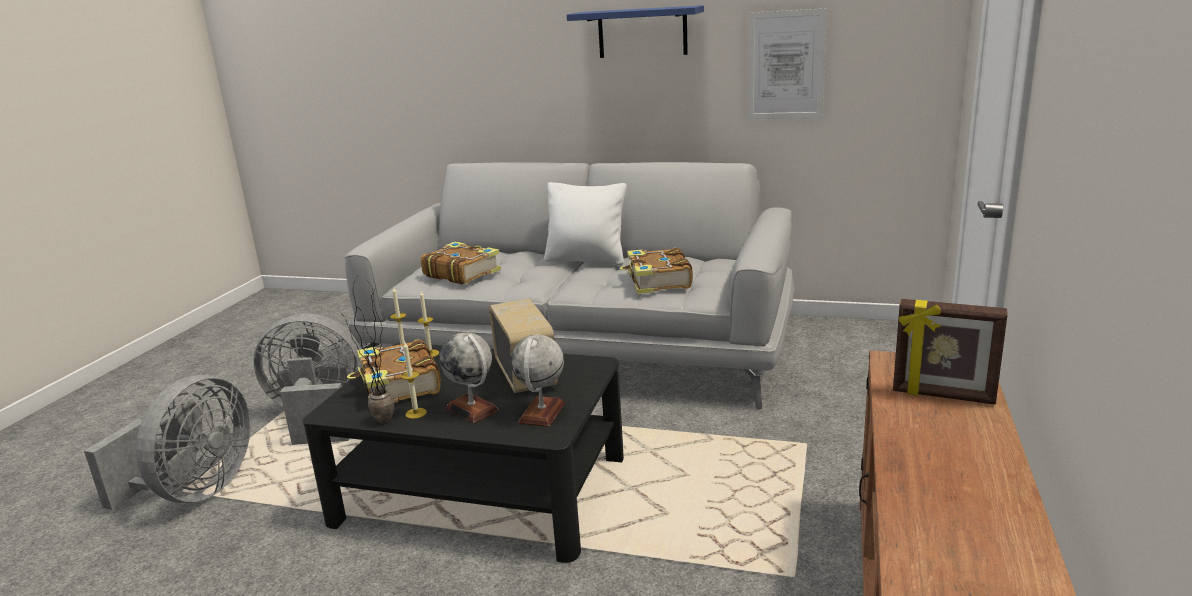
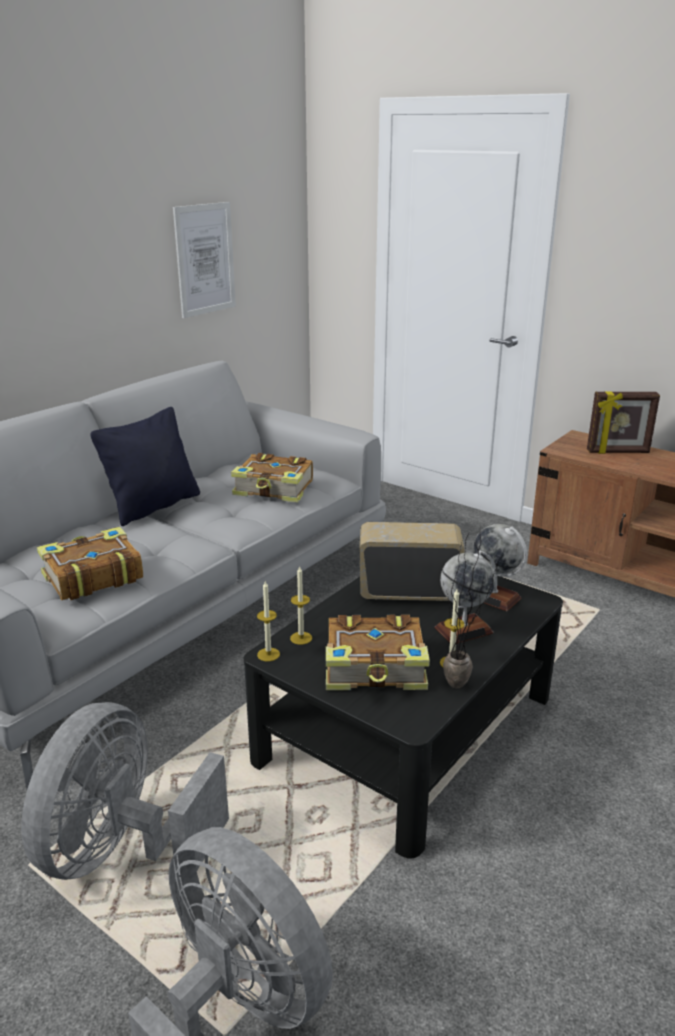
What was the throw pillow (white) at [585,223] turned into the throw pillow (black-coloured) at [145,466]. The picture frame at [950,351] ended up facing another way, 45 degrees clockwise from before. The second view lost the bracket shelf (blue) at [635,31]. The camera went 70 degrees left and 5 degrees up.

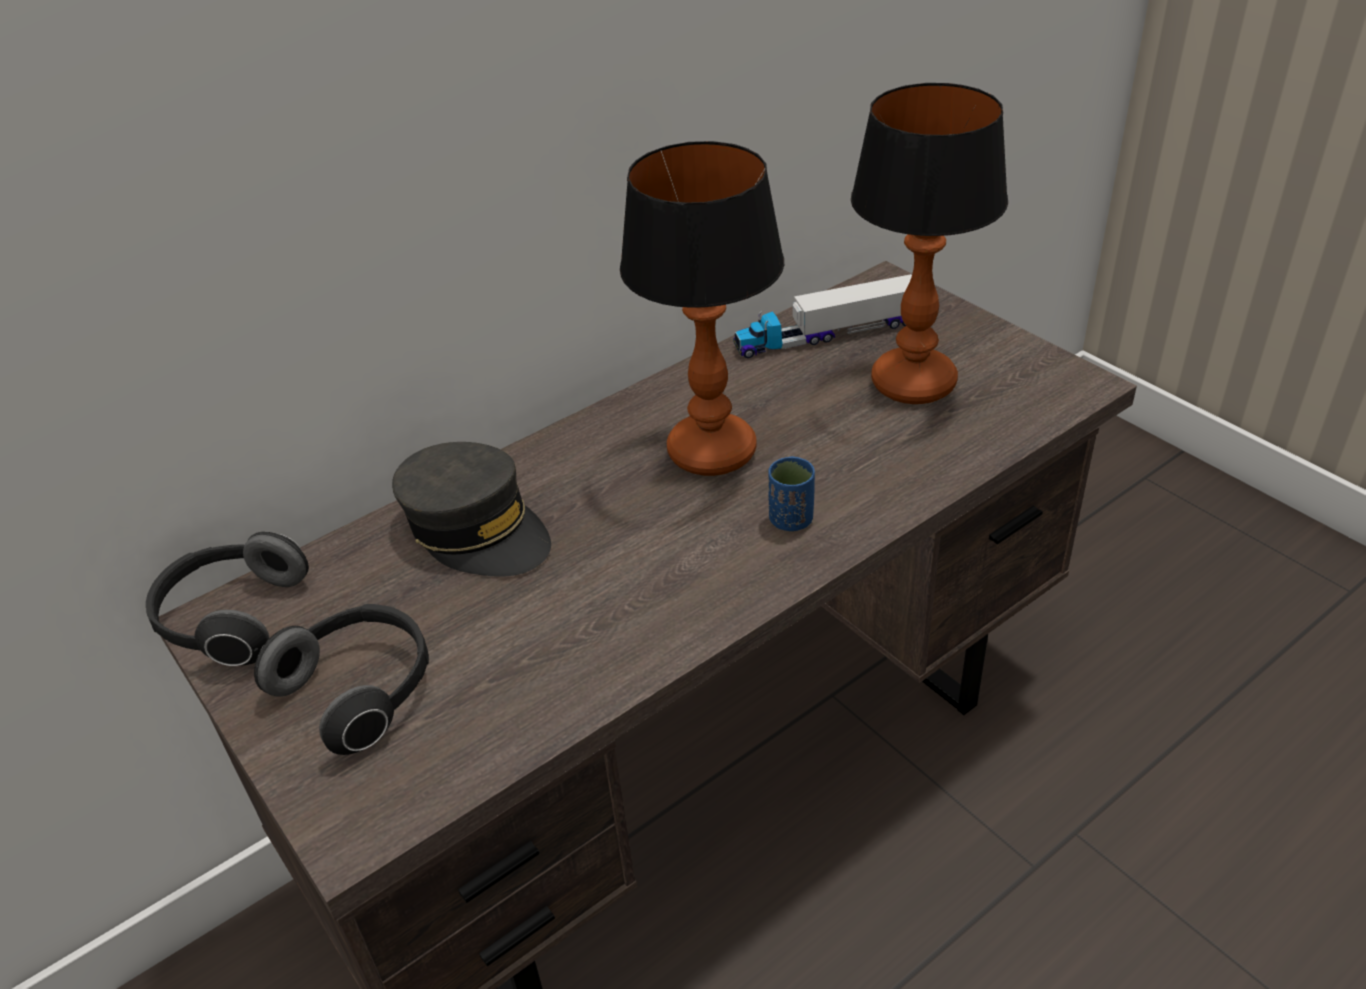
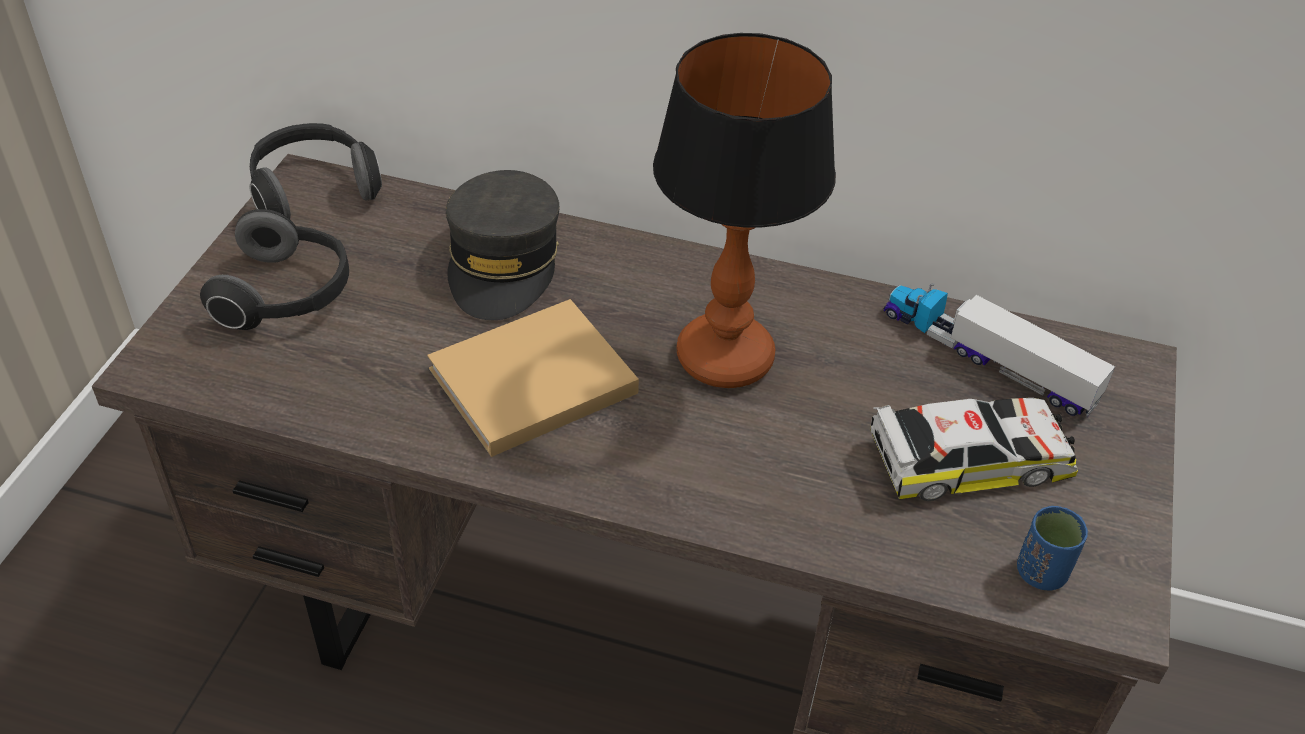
The second view gained the bound book (beige-coloured) at [533,378]. Where the lamp for a table stood at [929,243], the model car came to stand at [974,449]. The drinking cup (blue) ended up elsewhere, having gone from [791,493] to [1052,548]. The camera went 50 degrees right and 5 degrees up.

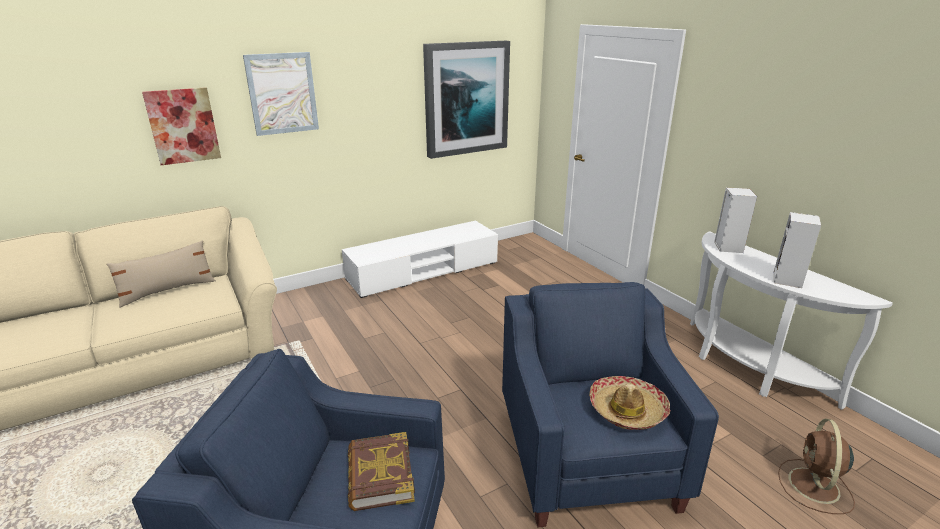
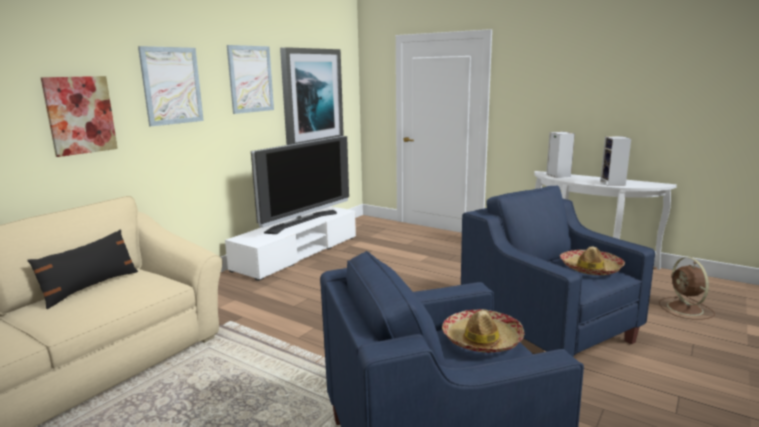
What was the throw pillow (beige-coloured) at [161,274] turned into the throw pillow (black-coloured) at [82,269]. The second view gained the wall picture at [250,79]. The second view gained the television at [300,185]. Where the bound book stood at [381,471], the wearable hat came to stand at [483,331]. The camera went 25 degrees left and 10 degrees down.

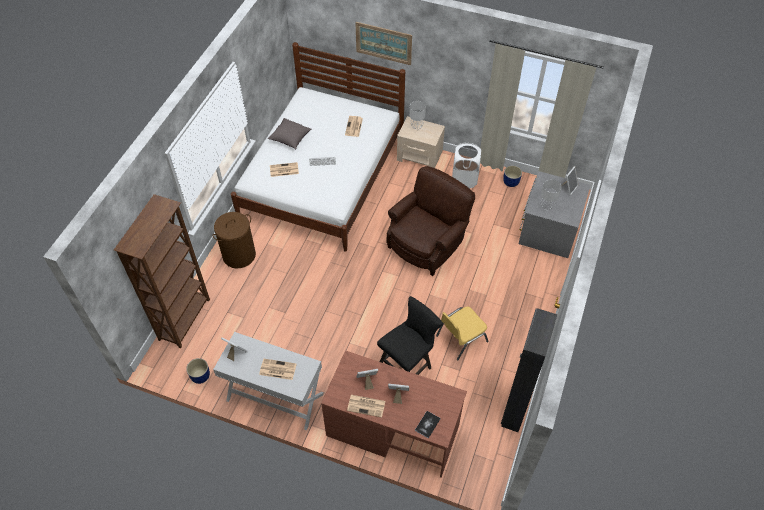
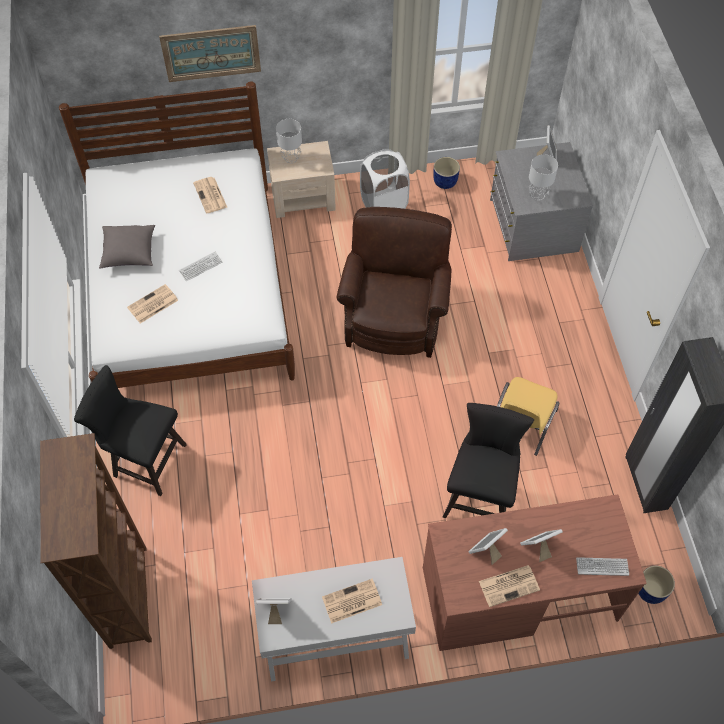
Where the hamper (brownish) stood at [234,240], the stool seat (black-coloured) came to stand at [130,430]. Where the bound book stood at [428,425], the PC keyboard came to stand at [602,566]. The flower pot (blue) ended up elsewhere, having gone from [198,371] to [656,585]. The camera went 30 degrees left and 5 degrees up.

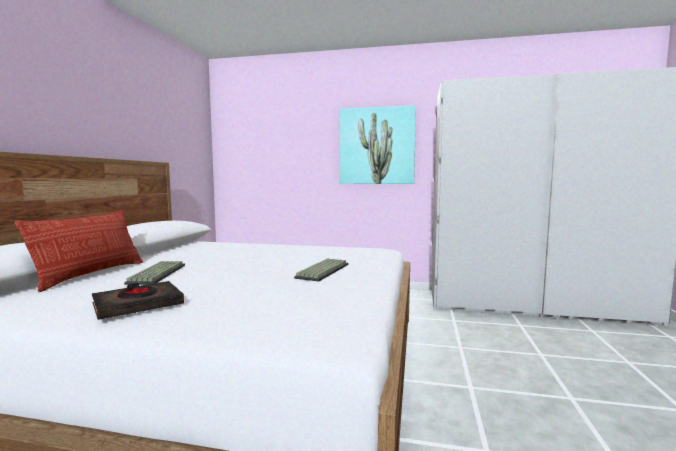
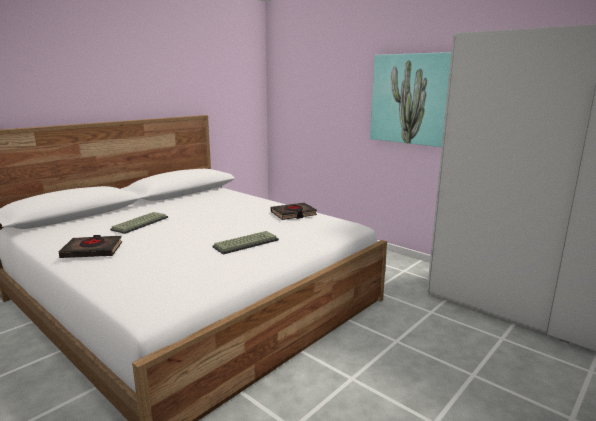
The second view gained the bound book (black-coloured) at [294,211]. The second view lost the throw pillow at [79,251]. The camera went 30 degrees right and 10 degrees up.

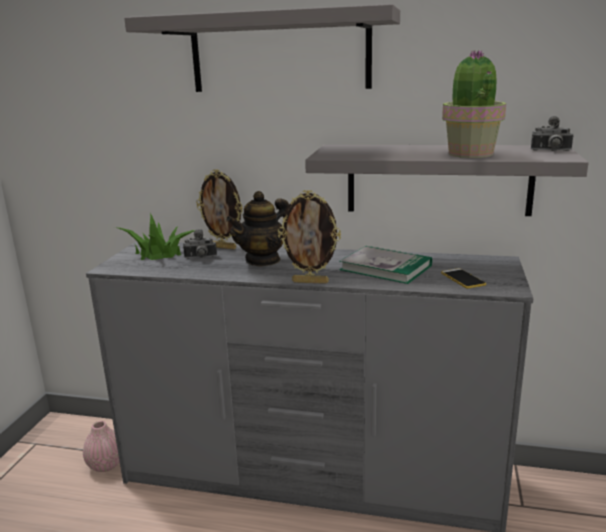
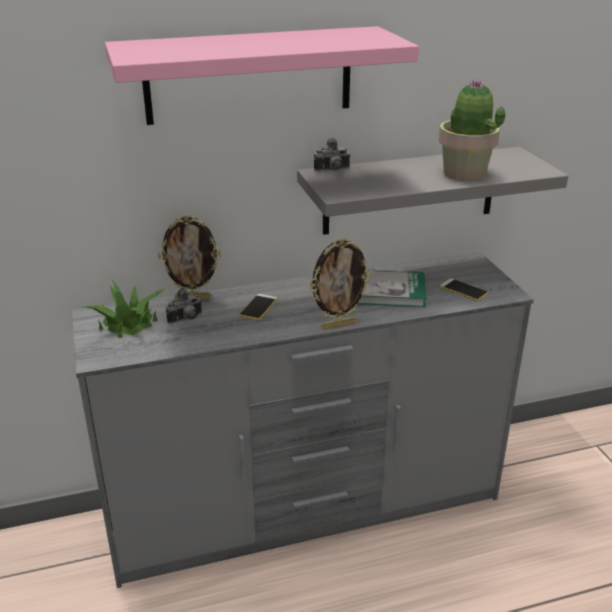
What was the bracket shelf (gray) at [262,48] turned into the bracket shelf (pink-coloured) at [262,75]. Where the tea pot stood at [257,229], the handset came to stand at [258,307]. The photo camera ended up elsewhere, having gone from [552,133] to [332,154]. The second view lost the flower vase (pink-coloured) at [101,446]. The camera went 30 degrees left and 10 degrees up.

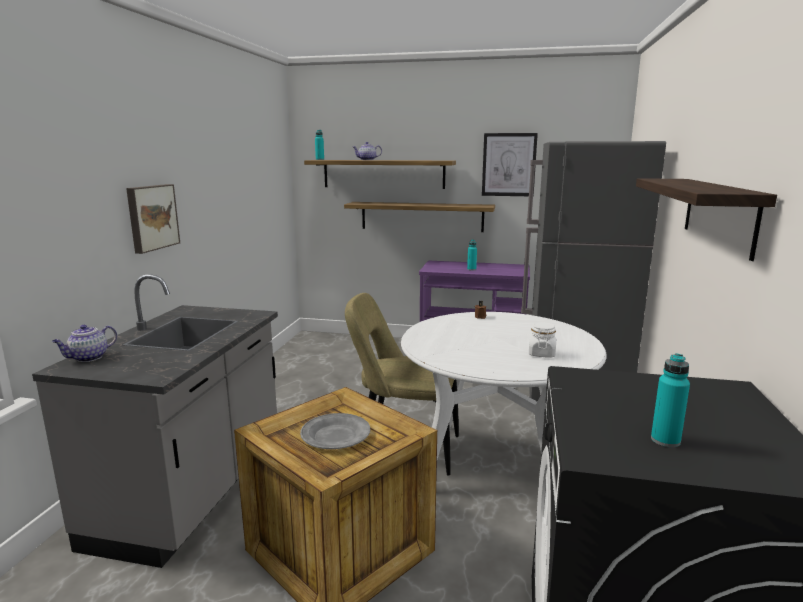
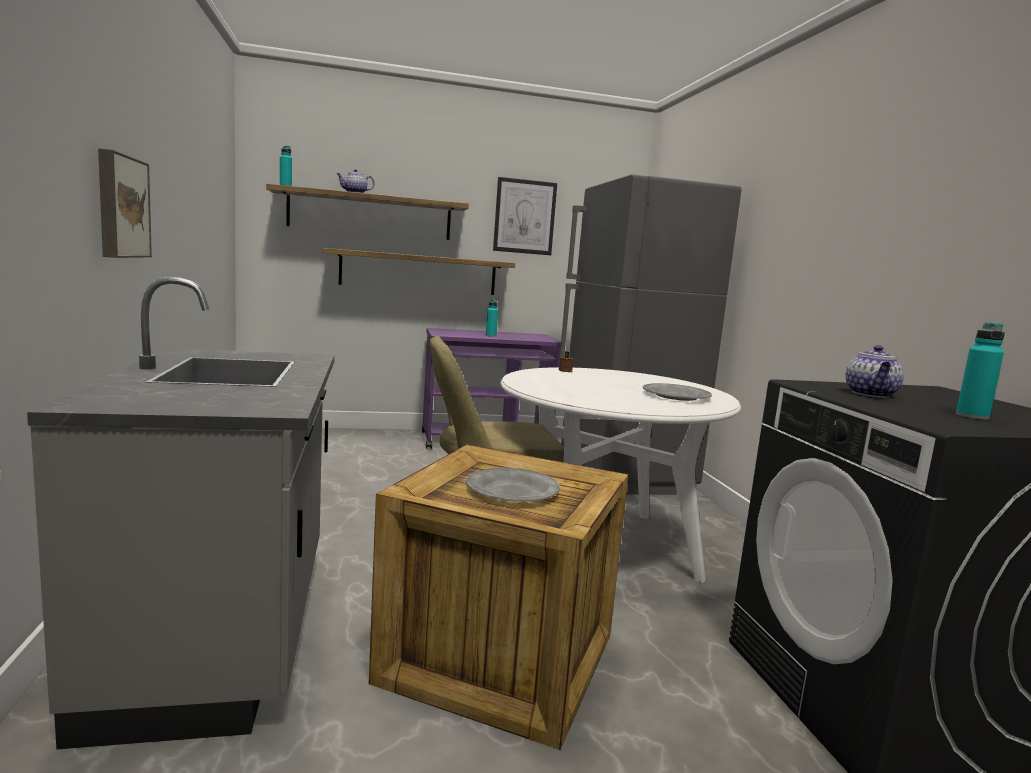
Where the jar (white) stood at [542,339], the flat dish (gray) came to stand at [677,392]. The tea pot ended up elsewhere, having gone from [84,343] to [874,371]. The second view lost the bracket shelf at [706,219]. The camera went 25 degrees left and 5 degrees down.

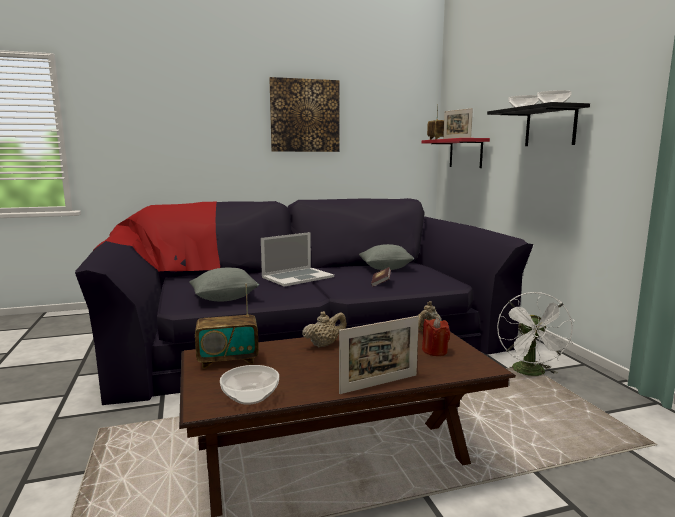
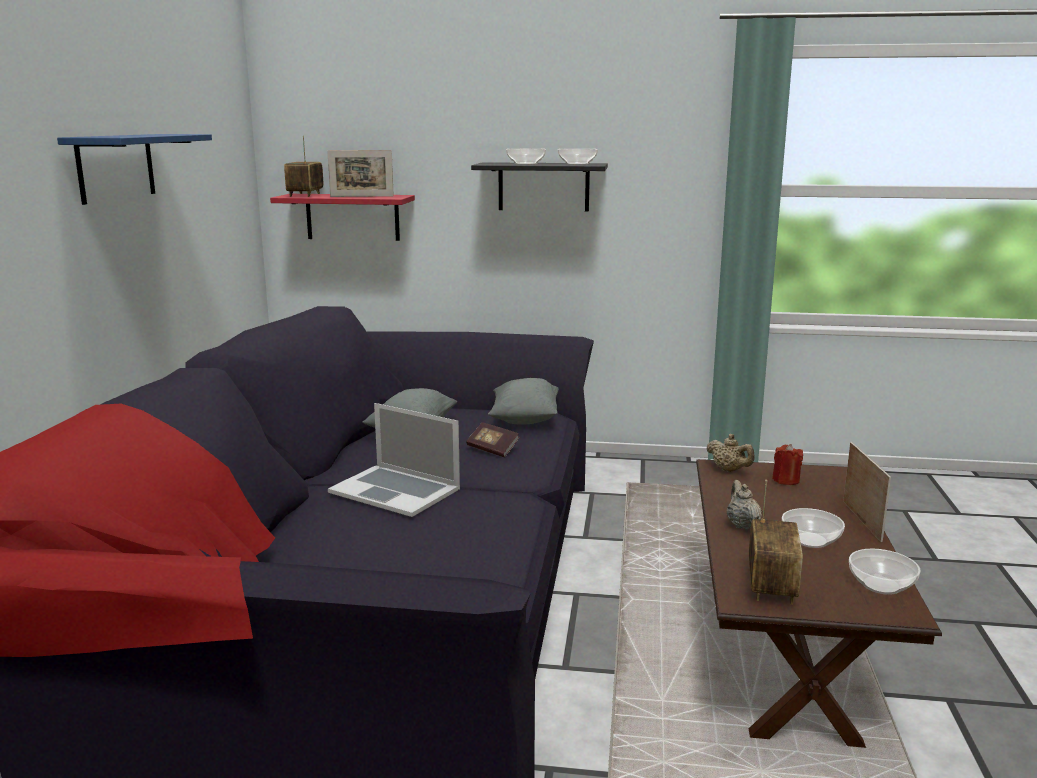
Where the wall picture hung at [304,114], the bracket shelf (blue) came to hang at [134,169]. The notebook computer at [297,259] ended up facing another way, 135 degrees clockwise from before. The throw pillow (gray) ended up elsewhere, having gone from [224,284] to [523,401]. The second view gained the serving bowl at [813,528]. The second view lost the fan (white) at [536,334]. The camera went 65 degrees left and 5 degrees up.

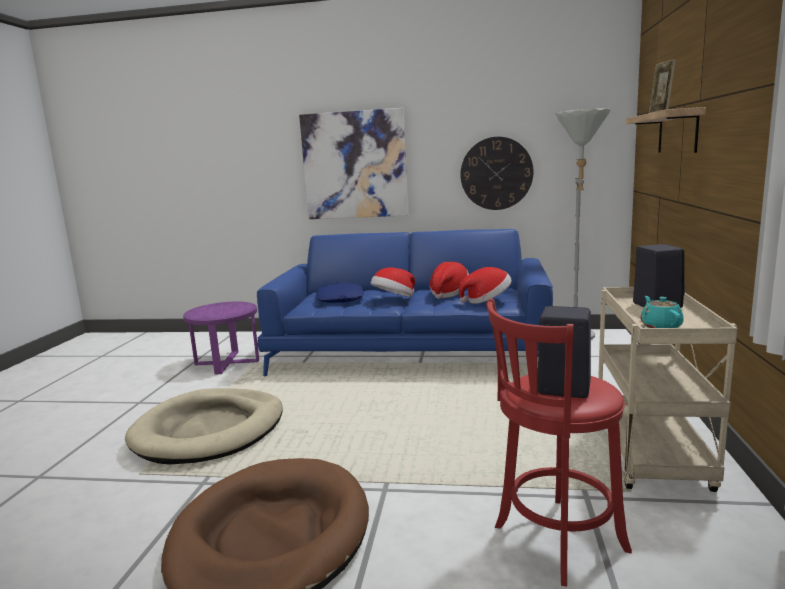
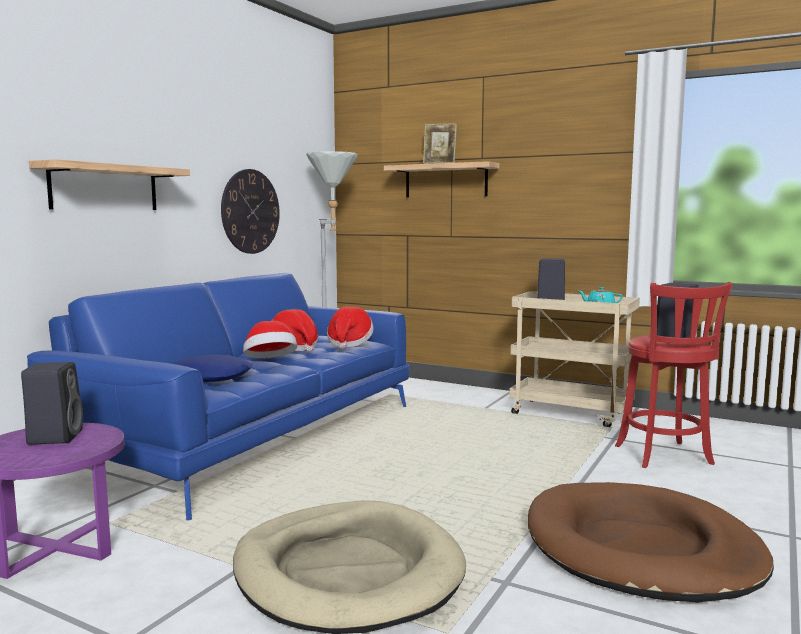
The second view gained the audio speaker (black-coloured) at [52,403]. Where the wall picture hung at [353,163], the bracket shelf came to hang at [109,184]. The camera went 70 degrees left and 5 degrees down.

